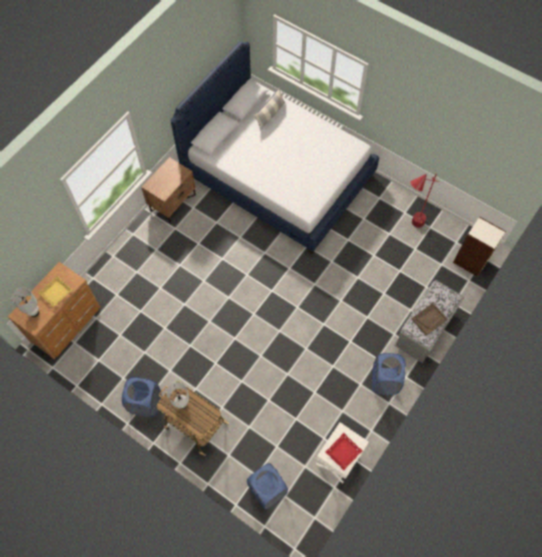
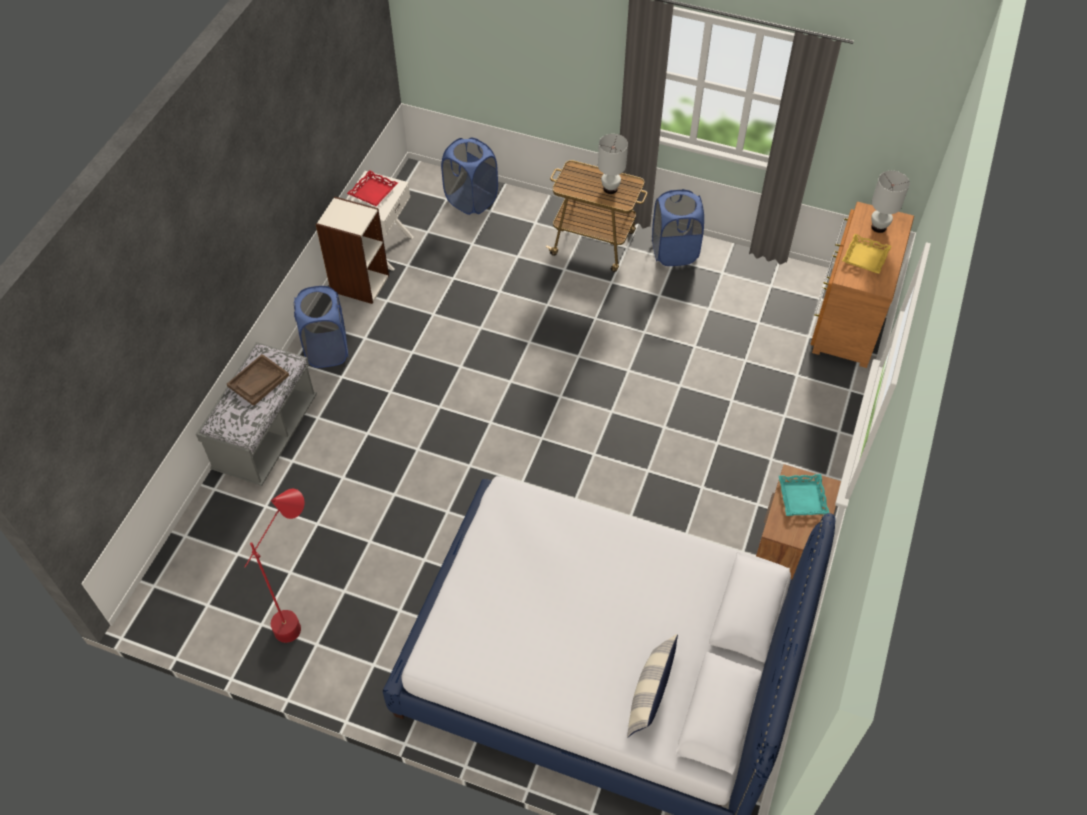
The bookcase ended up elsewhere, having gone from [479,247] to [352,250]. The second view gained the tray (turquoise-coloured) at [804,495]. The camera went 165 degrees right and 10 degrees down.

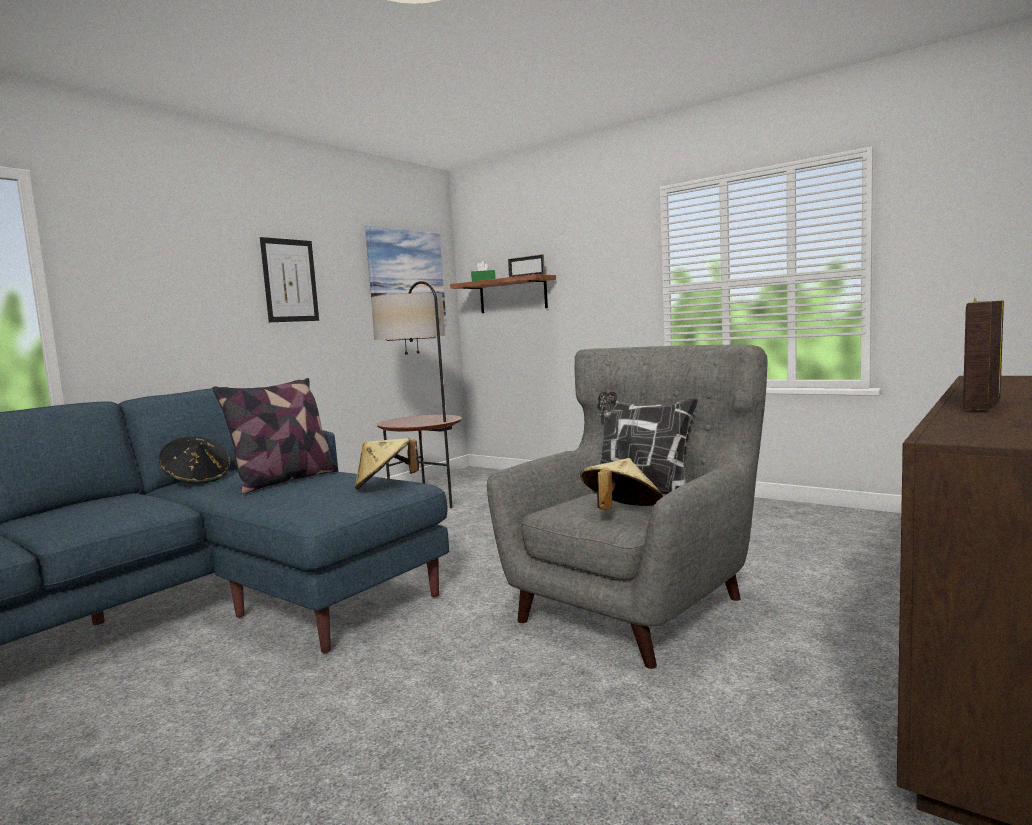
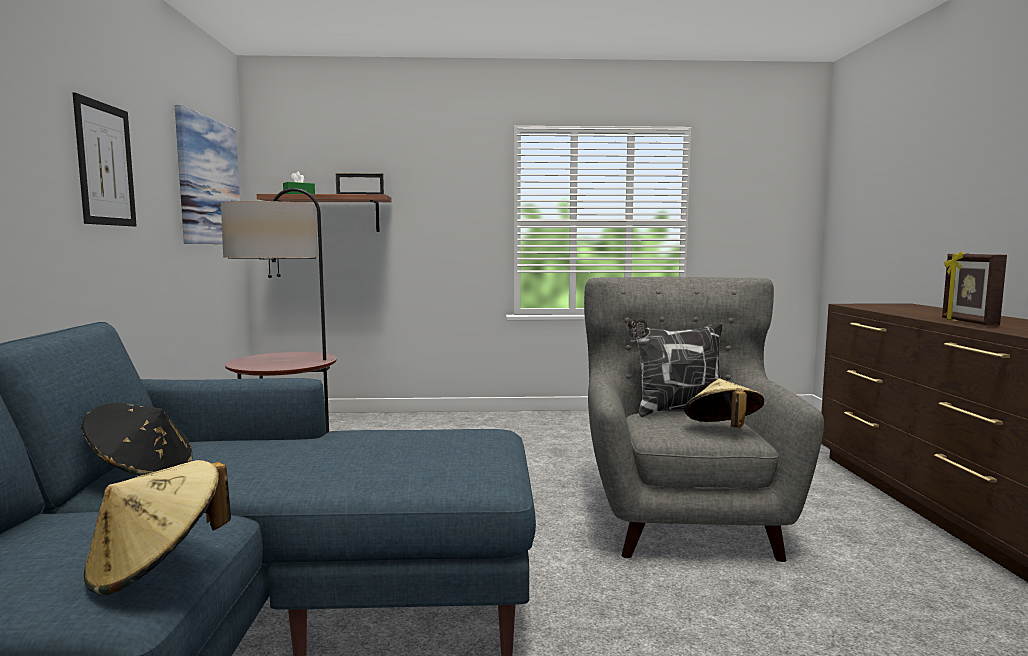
The wearable hat (beige-coloured) ended up elsewhere, having gone from [386,464] to [157,528]. The second view lost the throw pillow at [275,436]. The camera went 40 degrees left and 0 degrees up.

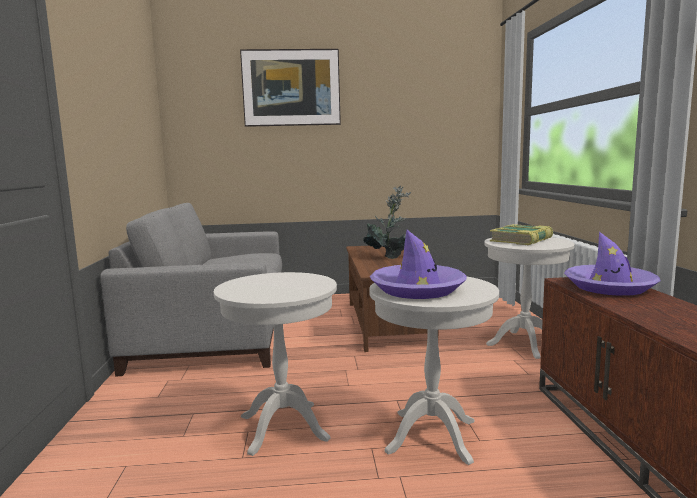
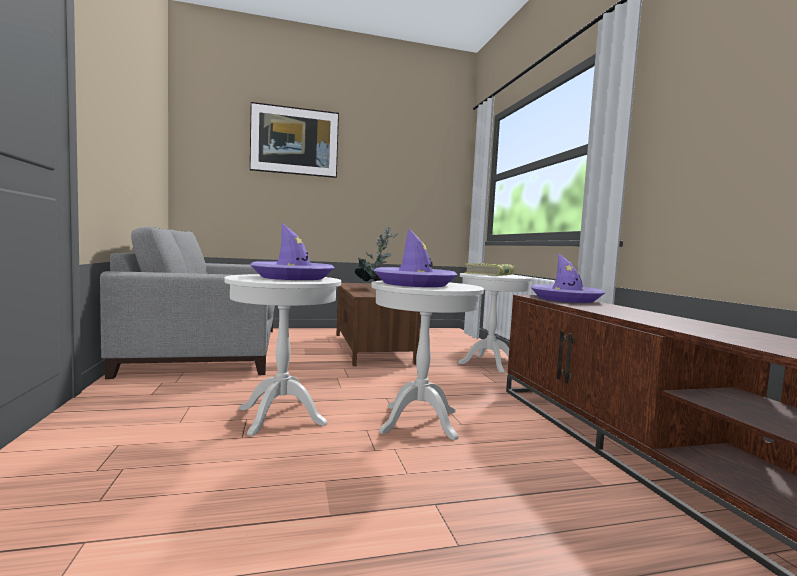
The second view gained the wearable hat (purple-coloured) at [292,251]. The camera went 10 degrees left and 5 degrees down.

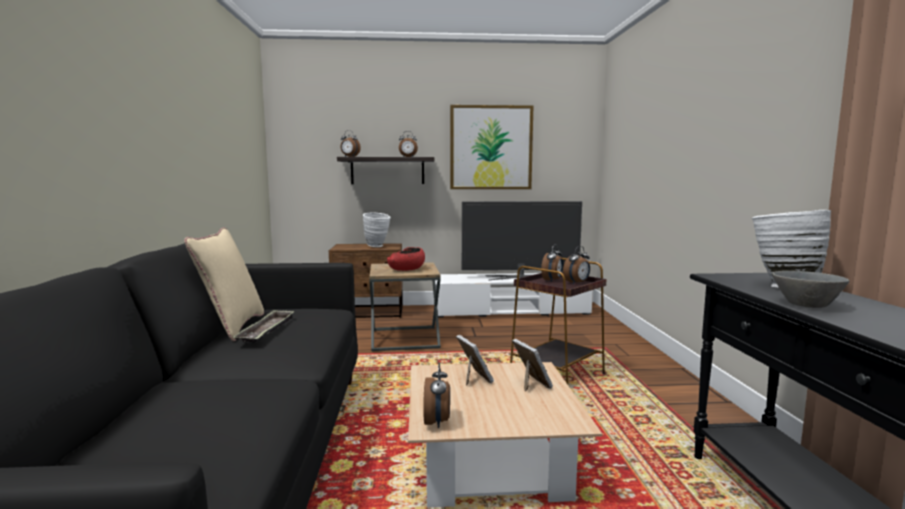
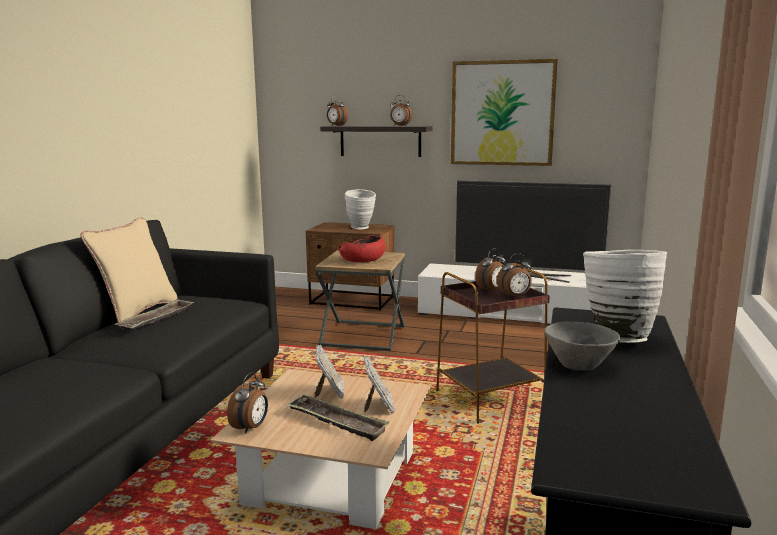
The second view gained the tray at [338,417]. The camera went 20 degrees right and 5 degrees up.

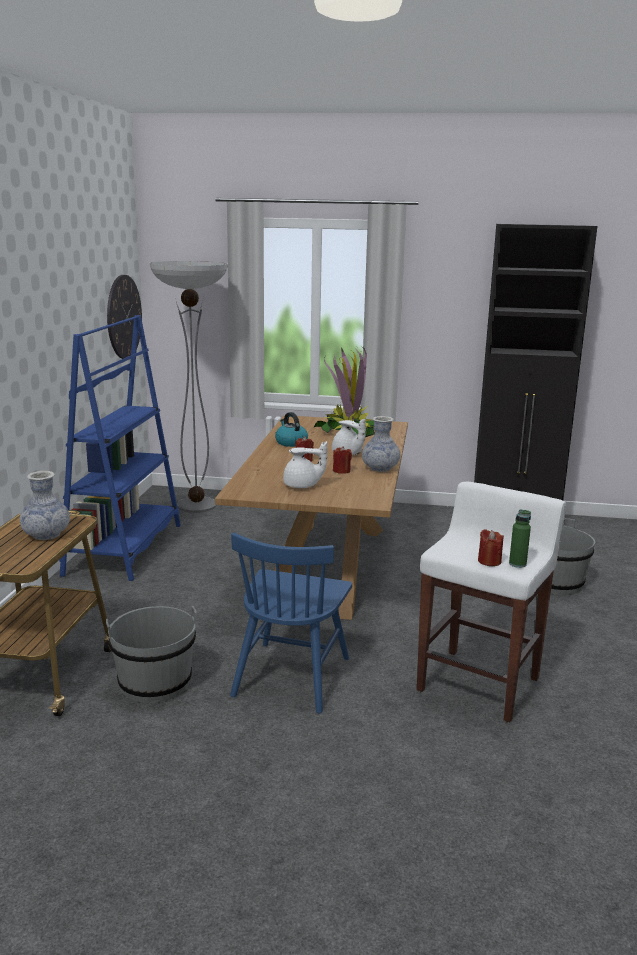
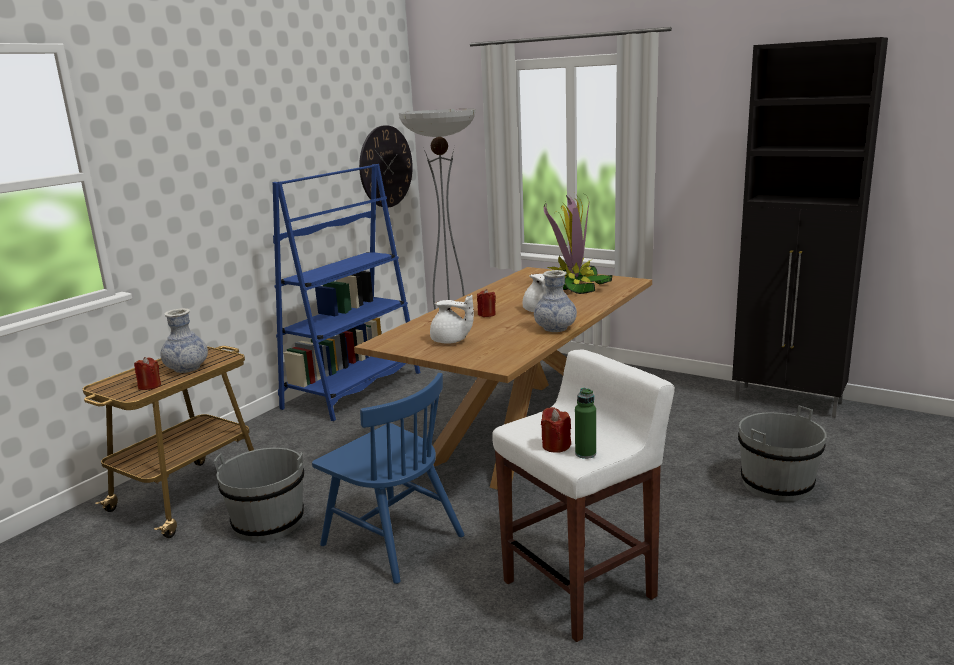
The wax light (red) ended up elsewhere, having gone from [342,460] to [147,373]. The chair (blue) at [291,623] ended up facing another way, 90 degrees counterclockwise from before. The second view lost the kettle at [291,429]. The camera went 25 degrees right and 0 degrees up.

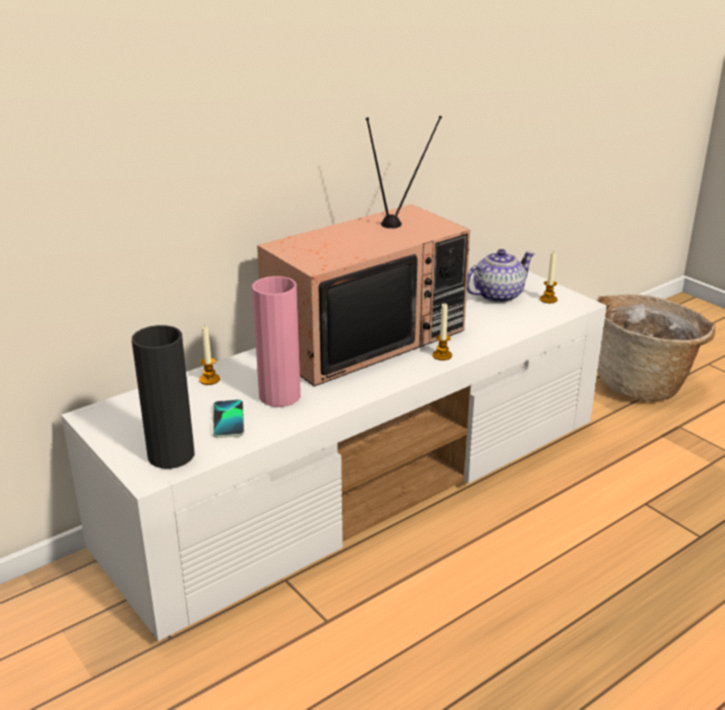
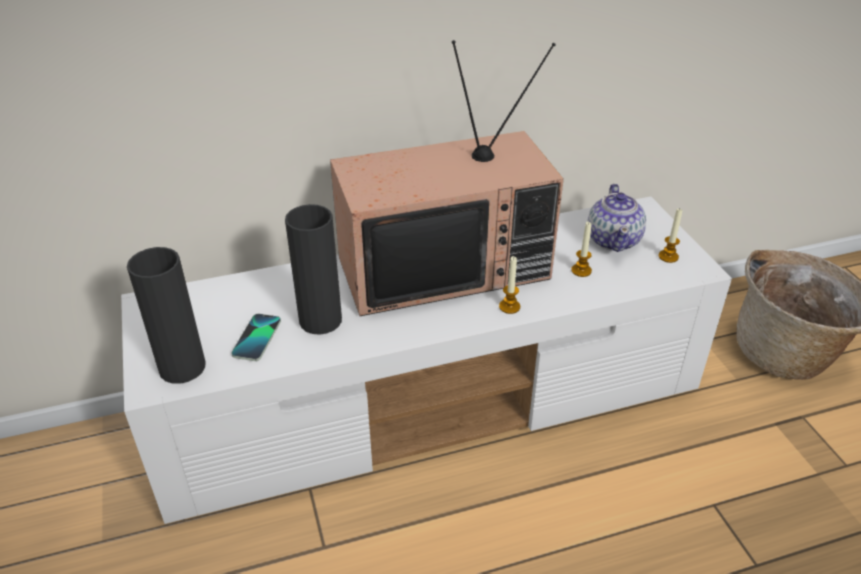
What was the flower vase (pink-coloured) at [276,341] turned into the flower vase (black-coloured) at [313,269]. The wax light ended up elsewhere, having gone from [209,355] to [581,249]. The tea pot at [501,276] ended up facing another way, 105 degrees clockwise from before. The camera went 20 degrees right and 10 degrees up.

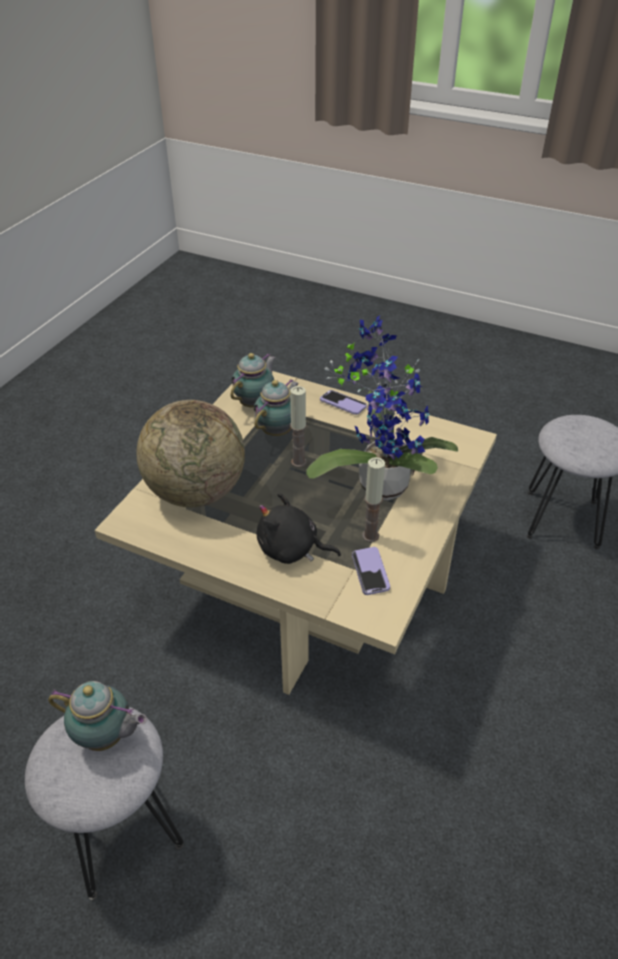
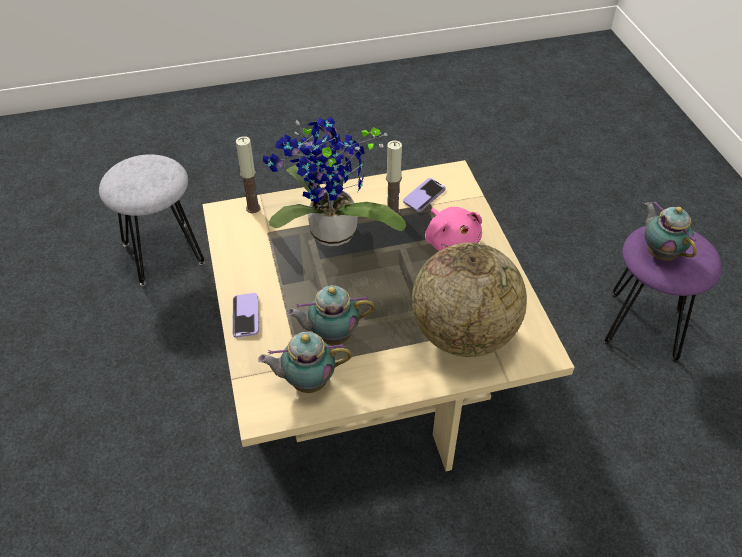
The wax light ended up elsewhere, having gone from [298,426] to [248,174]. What was the cuddly toy (black-coloured) at [299,528] turned into the cuddly toy (pink-coloured) at [453,229]. What was the stool seat (gray) at [104,803] turned into the stool seat (purple-coloured) at [662,294]. The camera went 130 degrees left and 5 degrees up.

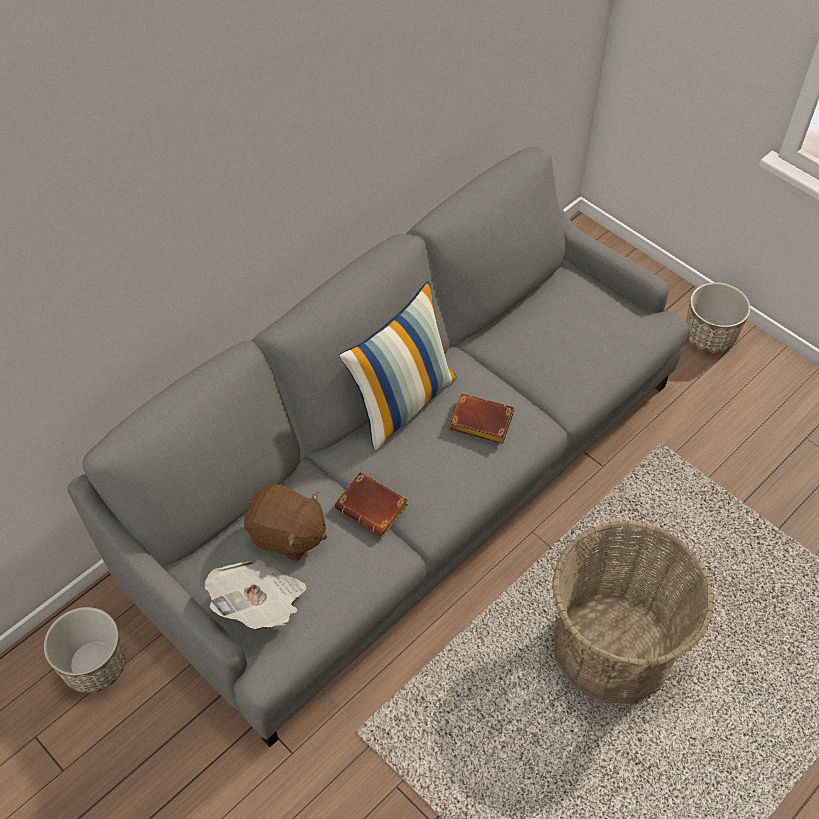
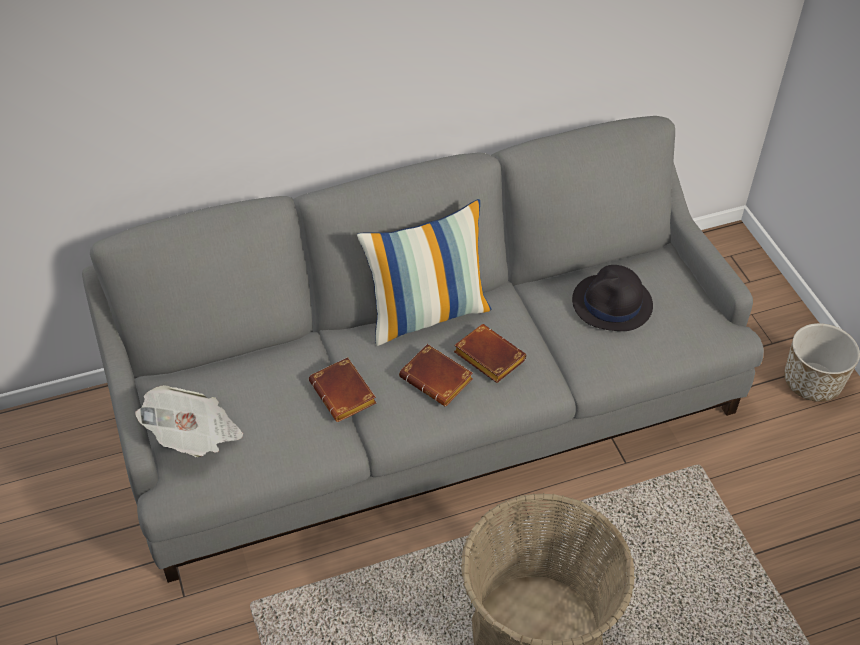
The second view gained the bound book (brownish) at [436,375]. The second view gained the wearable hat (black-coloured) at [612,298]. The second view lost the flower pot at [85,650]. The second view lost the cuddly toy (brownish) at [285,523]. The camera went 25 degrees right and 5 degrees down.

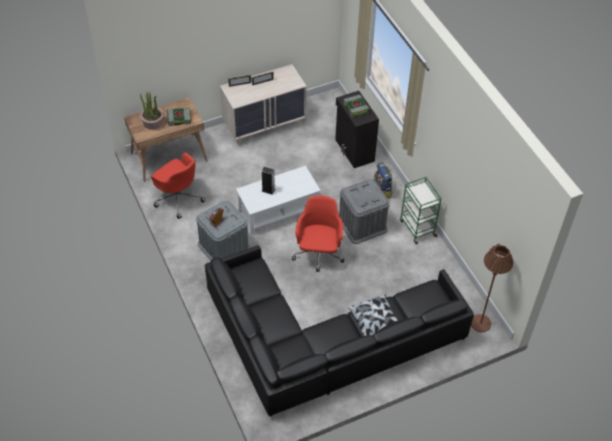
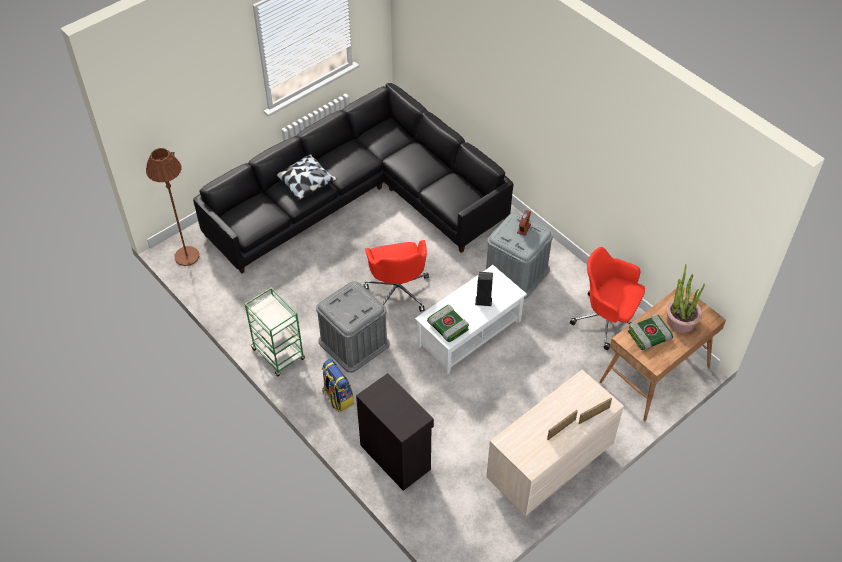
The bound book ended up elsewhere, having gone from [357,106] to [448,323]. The camera went 165 degrees right and 0 degrees up.

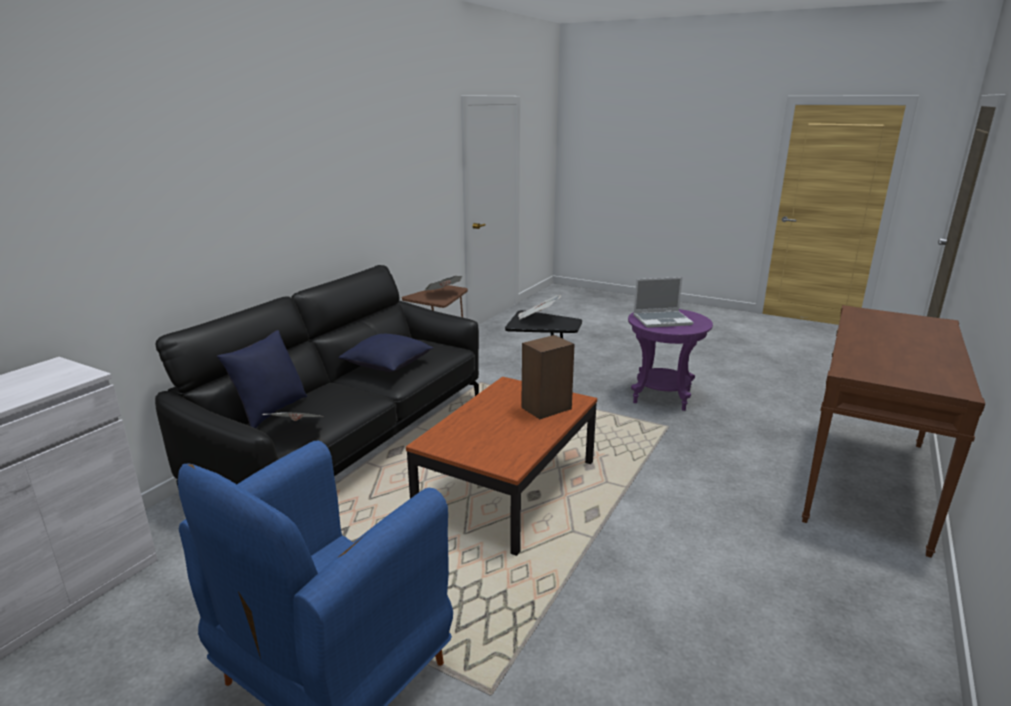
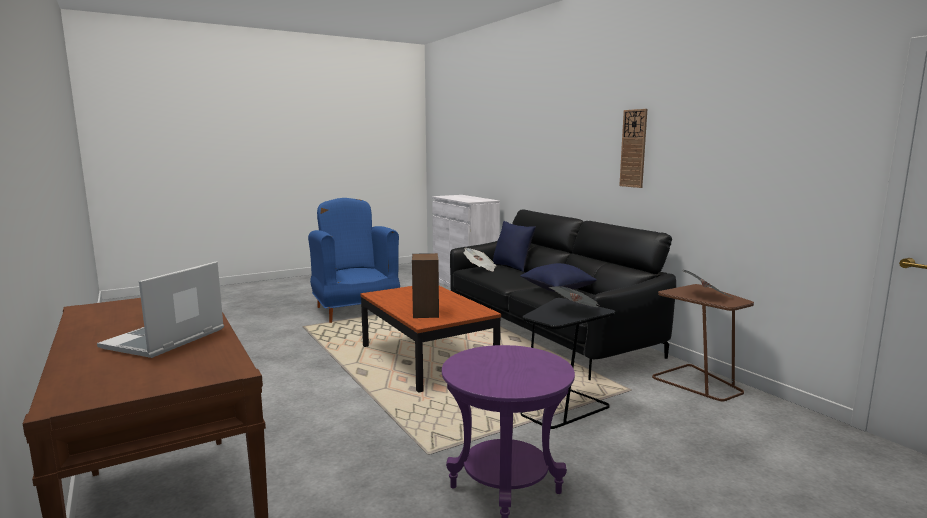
The notebook computer ended up elsewhere, having gone from [663,302] to [160,309]. The second view gained the clock on the wall at [633,148]. The camera went 120 degrees right and 10 degrees down.

